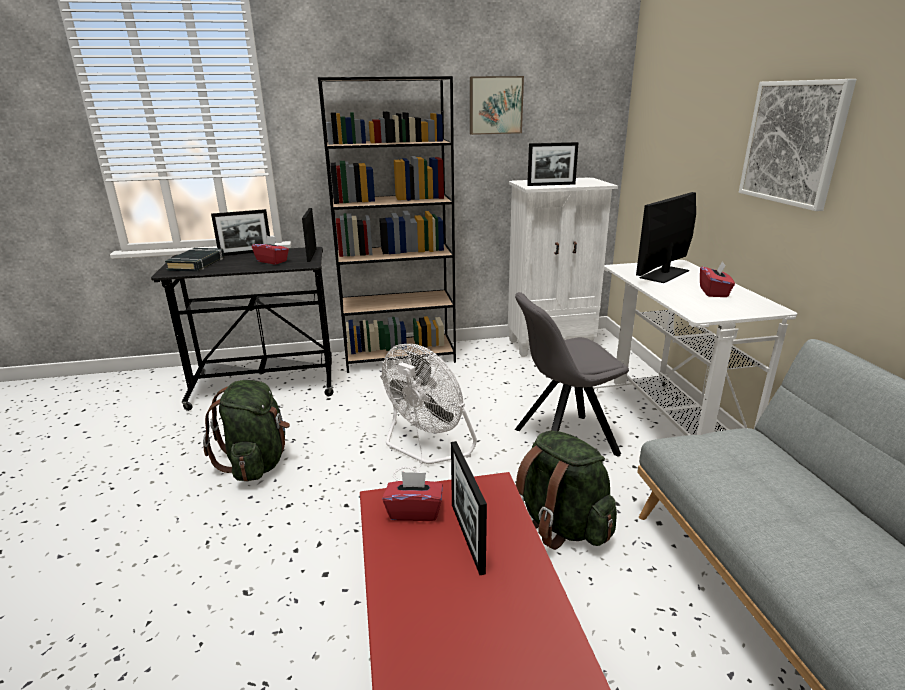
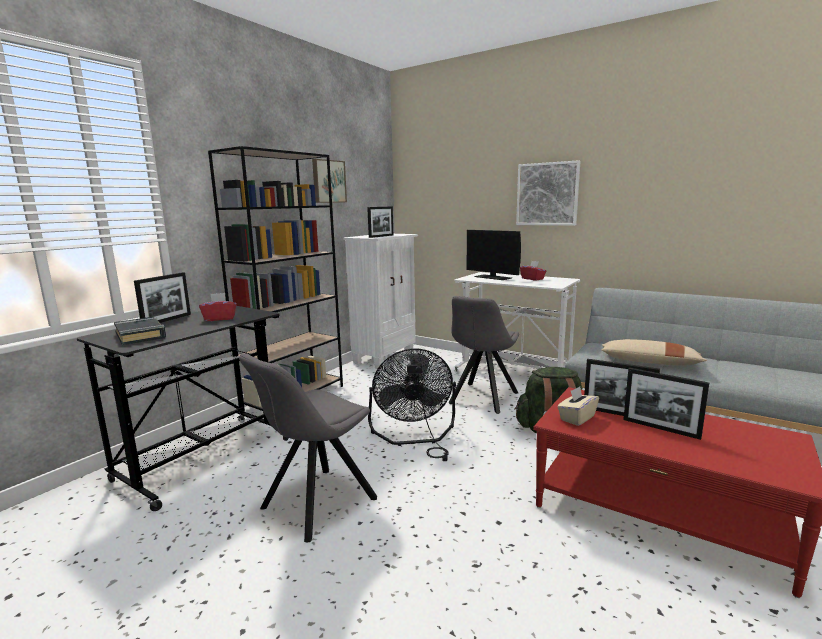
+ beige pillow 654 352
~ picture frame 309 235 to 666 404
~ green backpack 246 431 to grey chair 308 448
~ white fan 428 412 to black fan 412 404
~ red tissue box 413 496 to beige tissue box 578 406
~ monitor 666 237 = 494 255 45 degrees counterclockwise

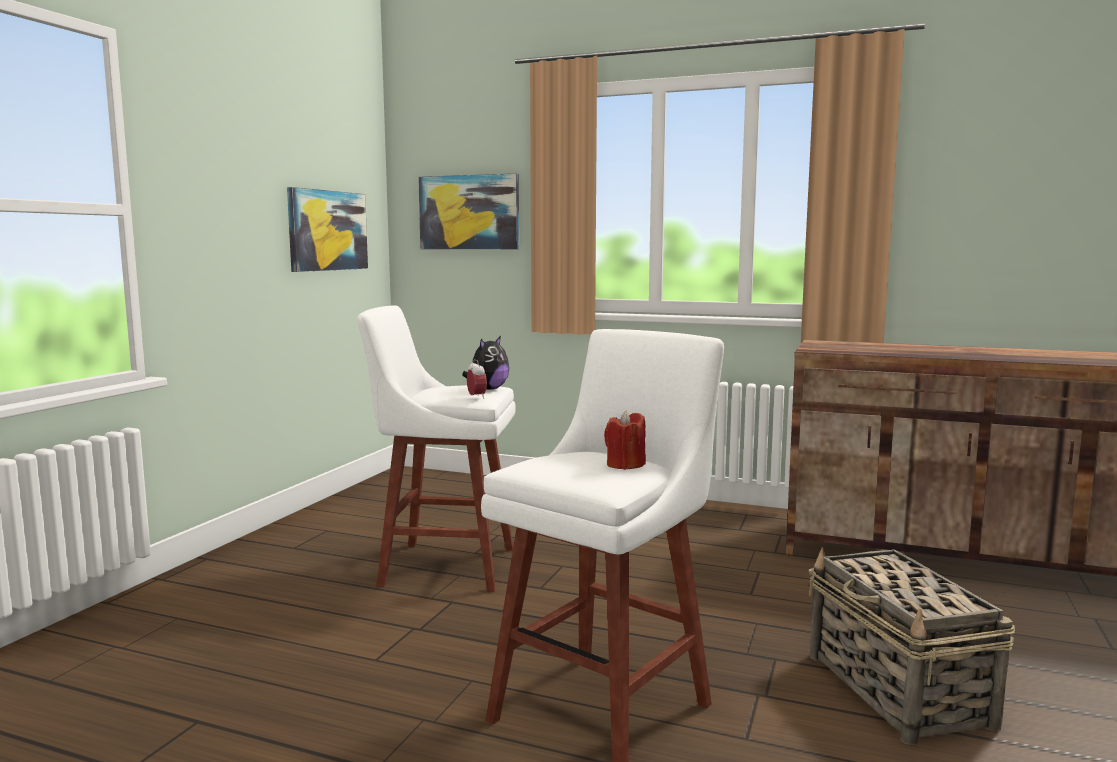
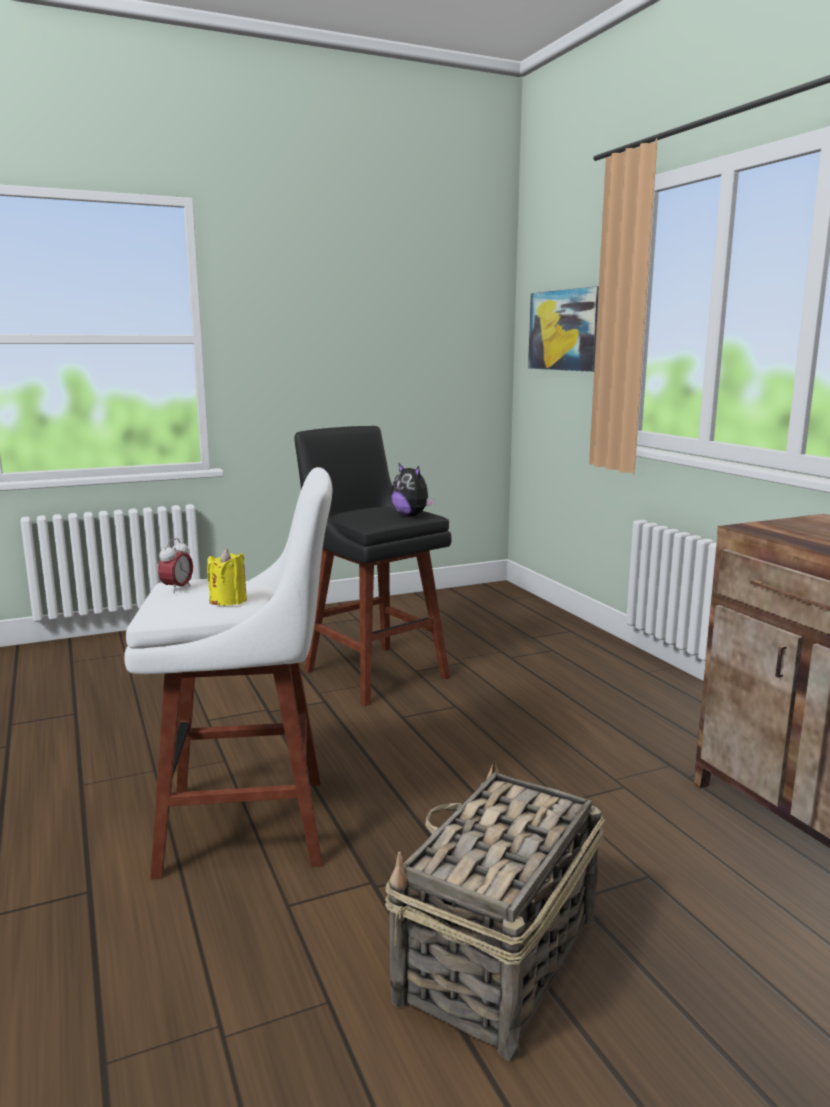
- picture 327 229
~ alarm clock 477 379 to 175 565
~ white stool 436 448 to black stool 373 566
~ red candle 625 440 to yellow candle 227 577
~ plush toy 485 363 = 413 489 60 degrees clockwise

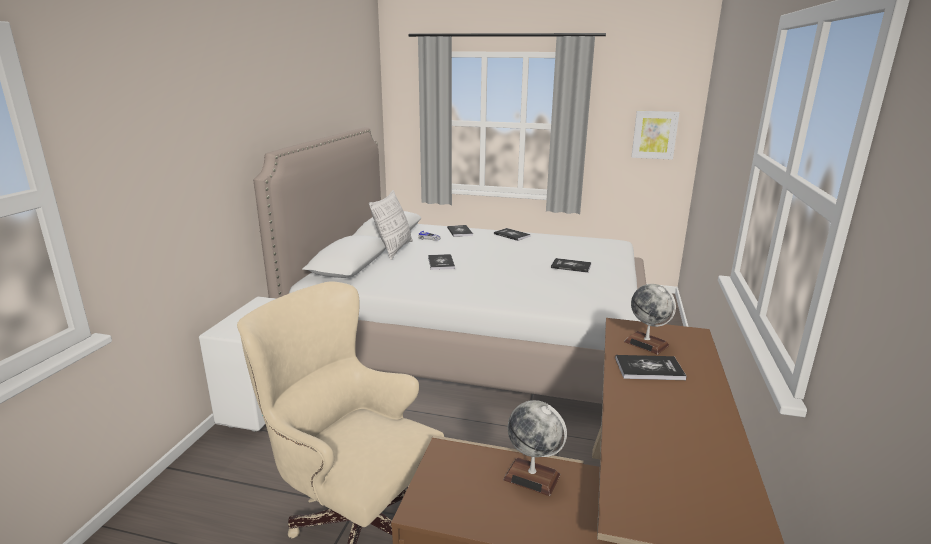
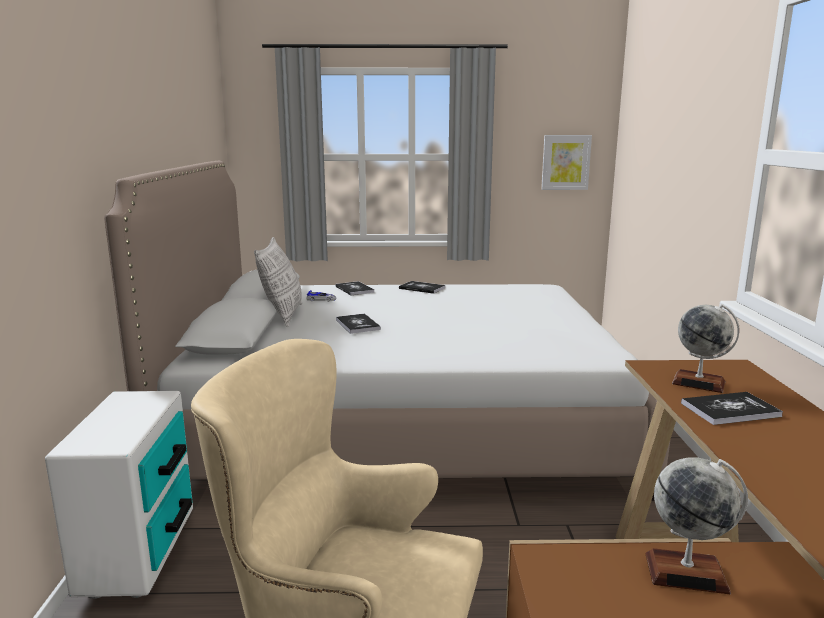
- book 571 265

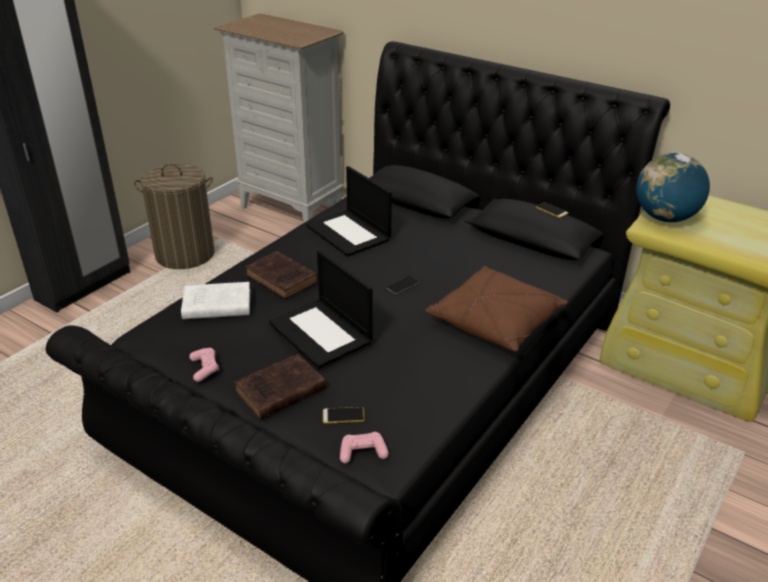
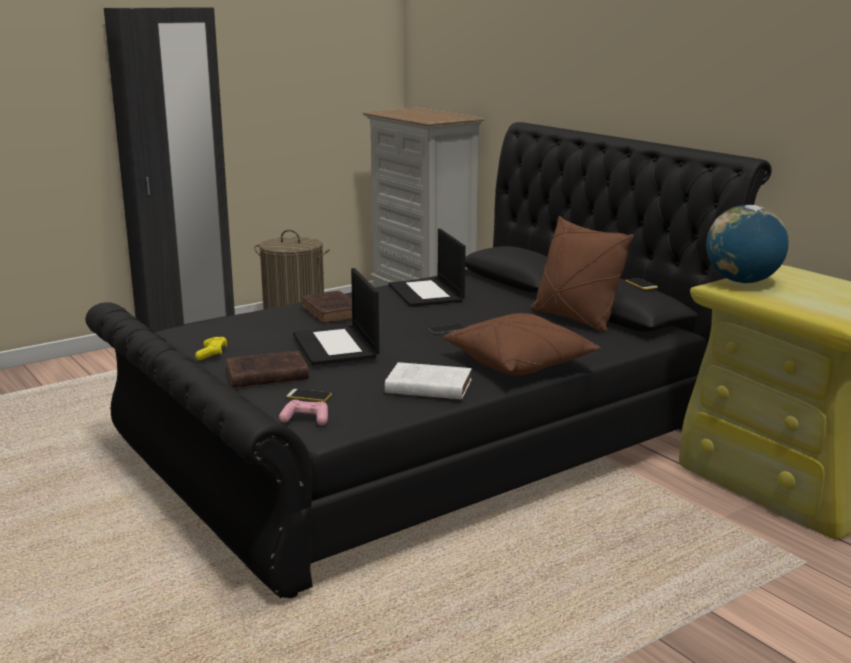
+ brown pillow 582 274
~ white book 215 300 to 428 380
~ pink game controller 204 365 to yellow game controller 211 348

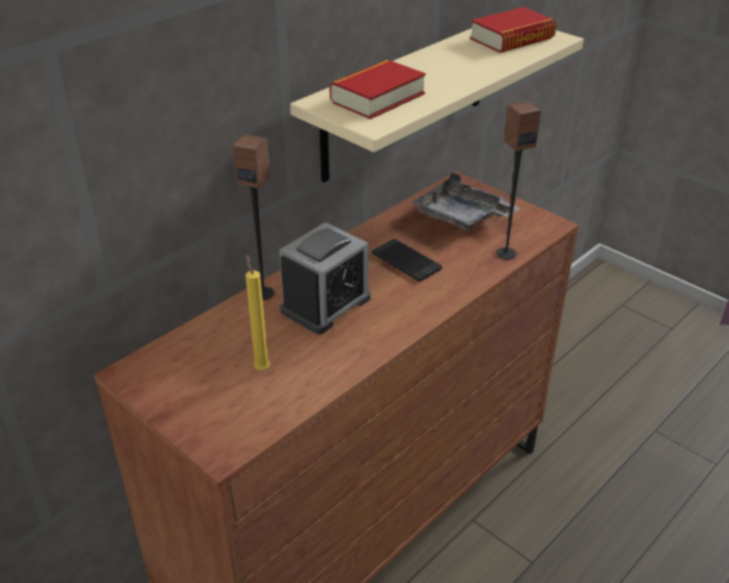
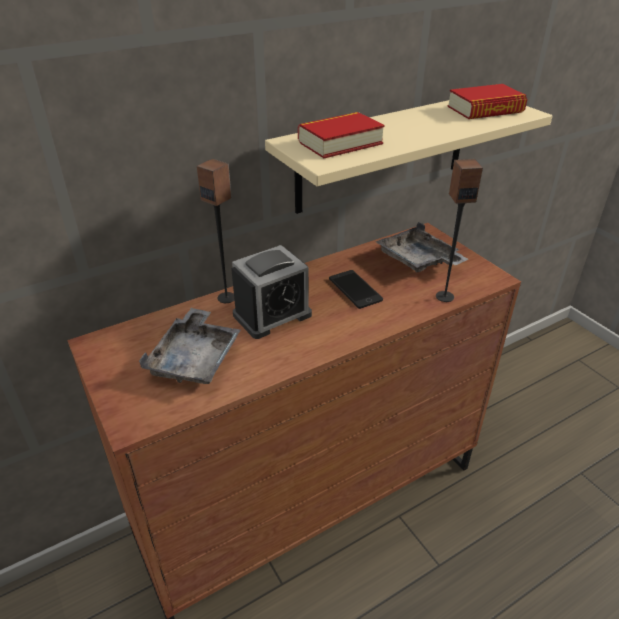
~ yellow candle 258 312 to grey tray 190 346

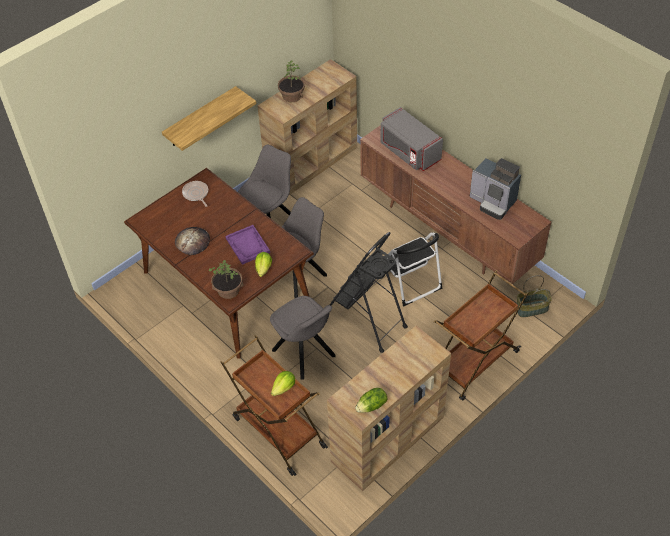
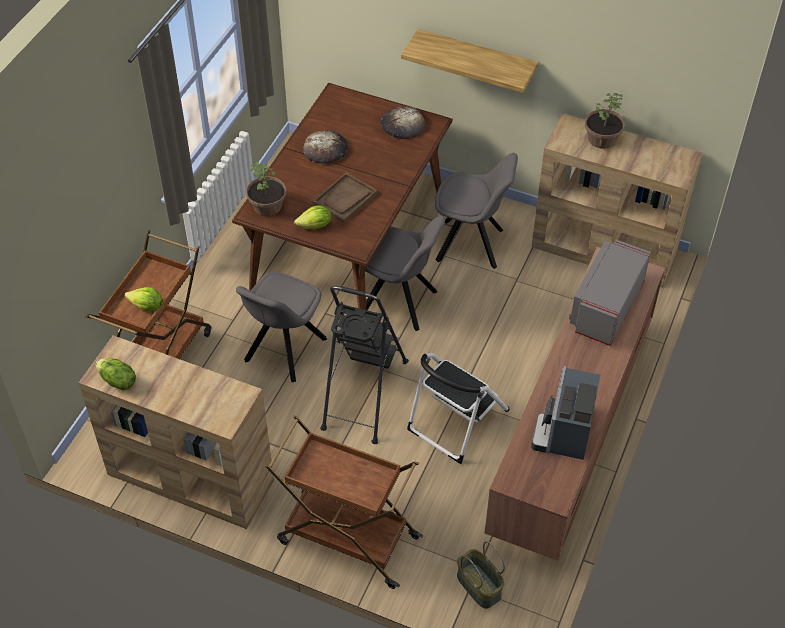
~ frying pan 195 194 to bread 403 122
~ purple tray 247 245 to brown tray 345 197

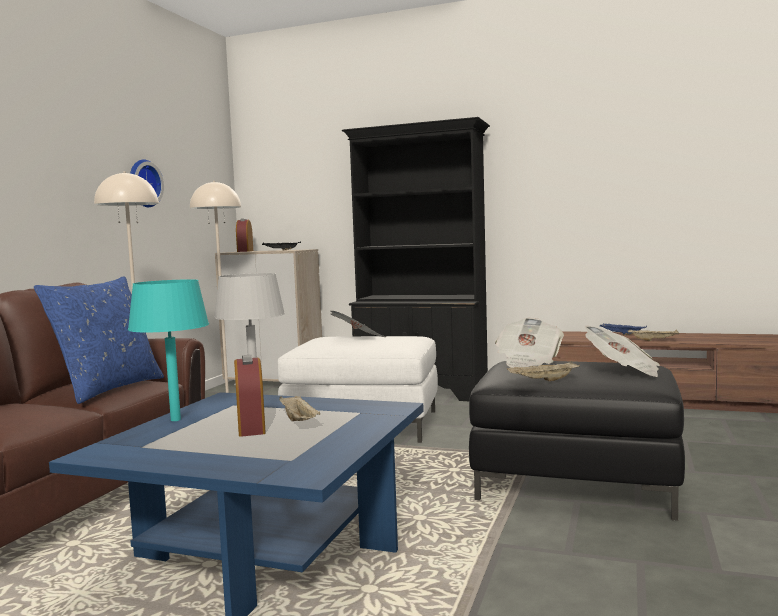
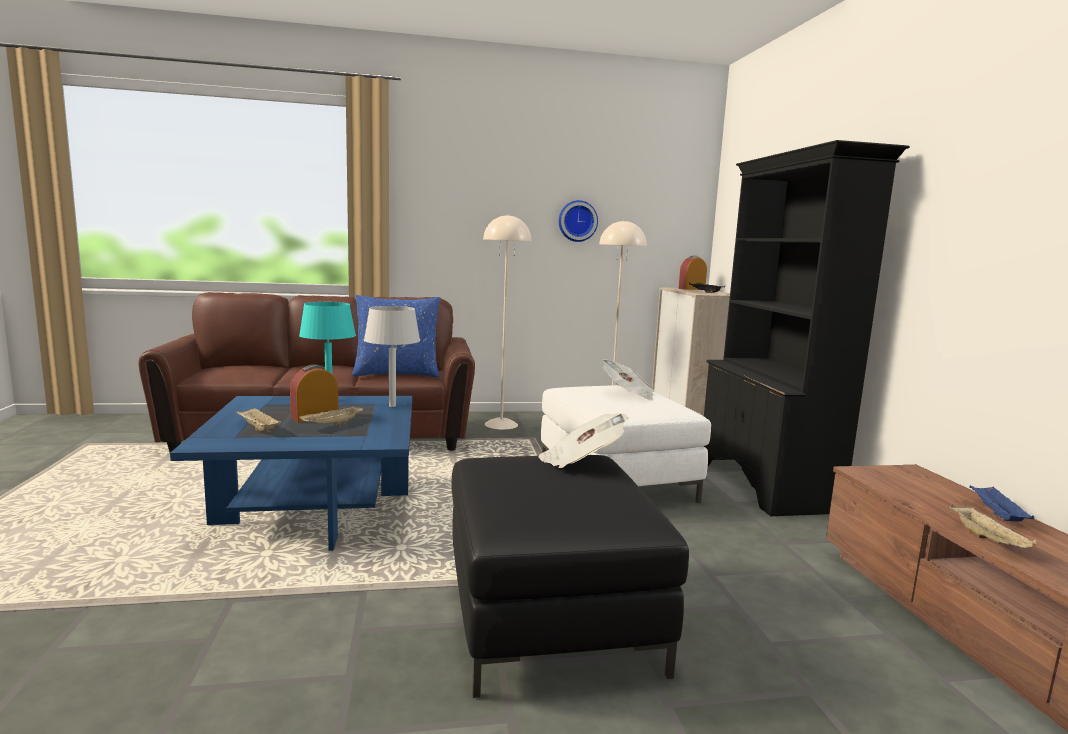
- newspaper 622 351
~ beige tray 543 371 to 258 419

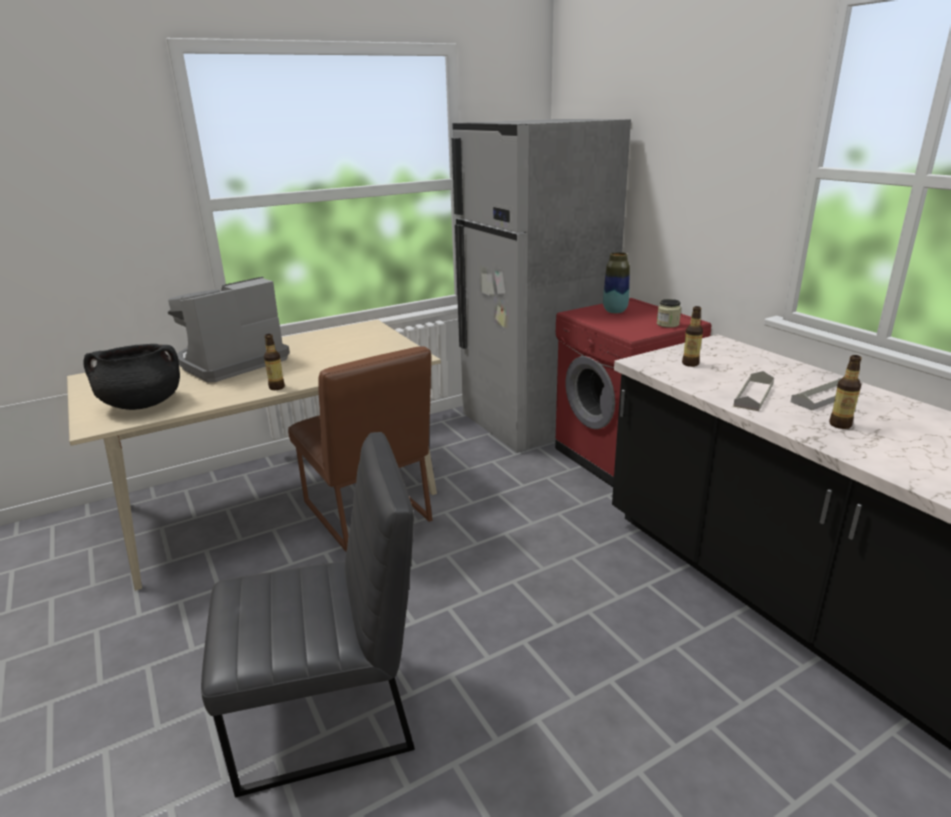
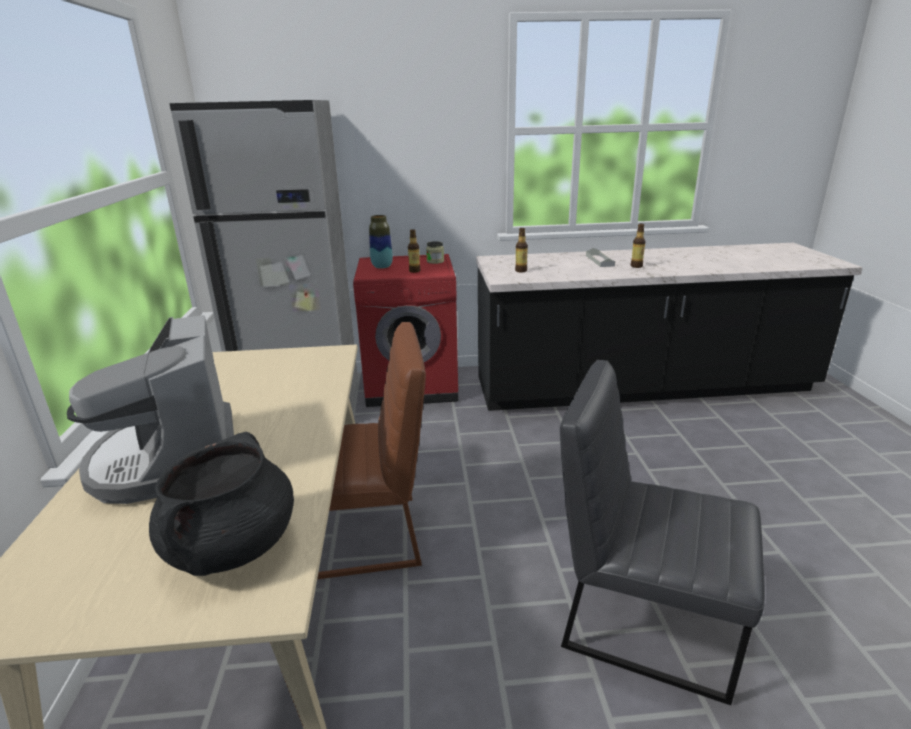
- grey tray 753 391
~ bottle 274 362 to 414 251
~ grey chair 308 615 = 662 532 75 degrees counterclockwise

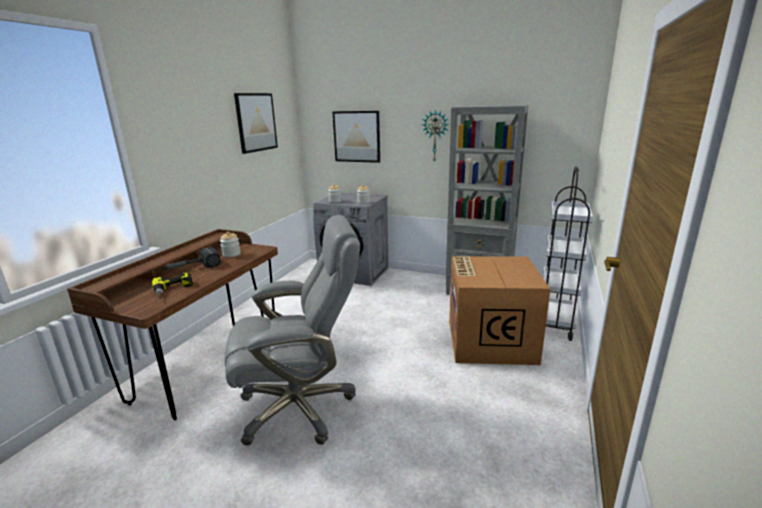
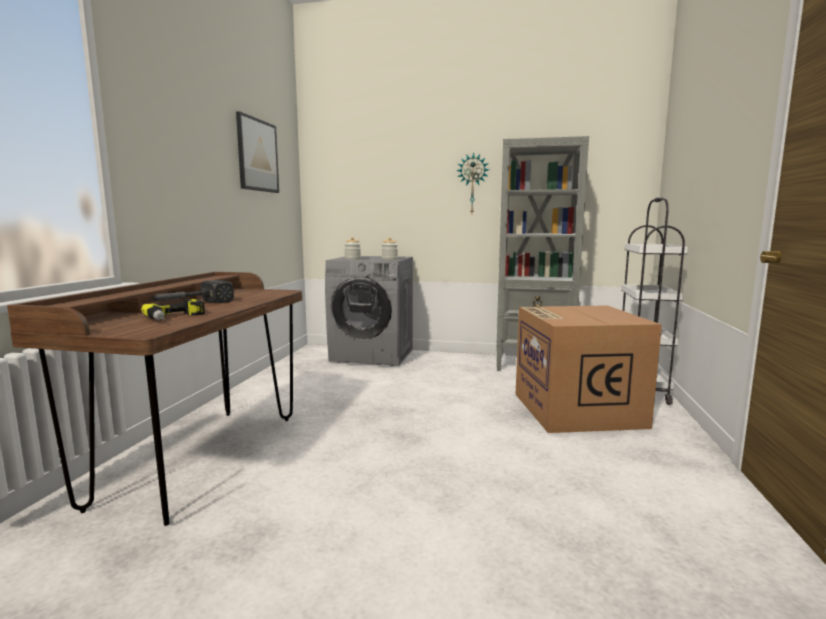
- jar 230 244
- grey office chair 292 330
- picture 356 137

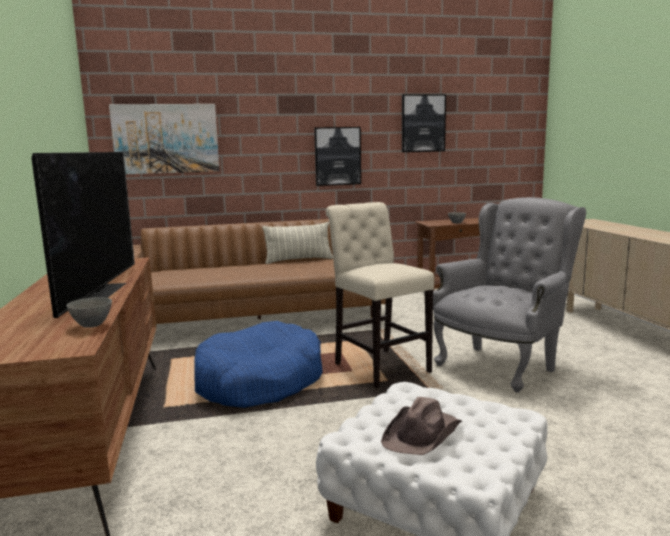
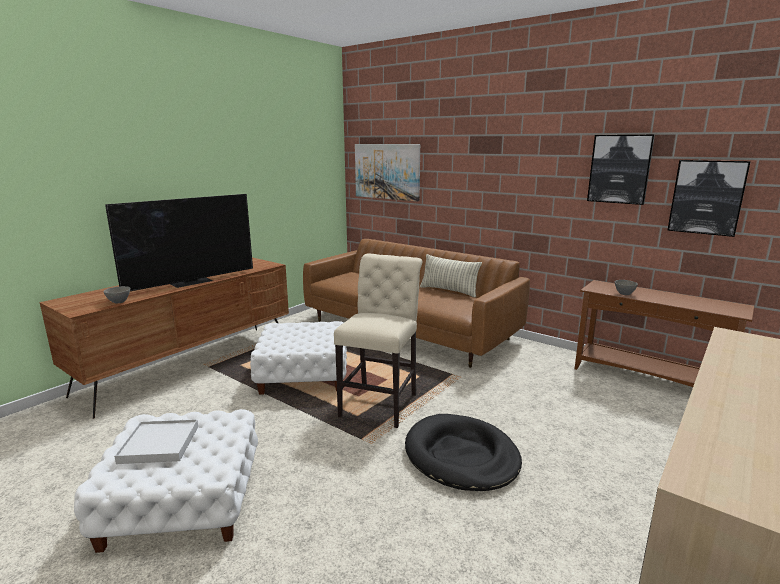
~ picture 337 156 to 709 198
~ blue dog bed 258 364 to white ottoman 298 358
~ brown hat 421 426 to white tray 156 441
~ grey armchair 509 295 to black dog bed 463 452

